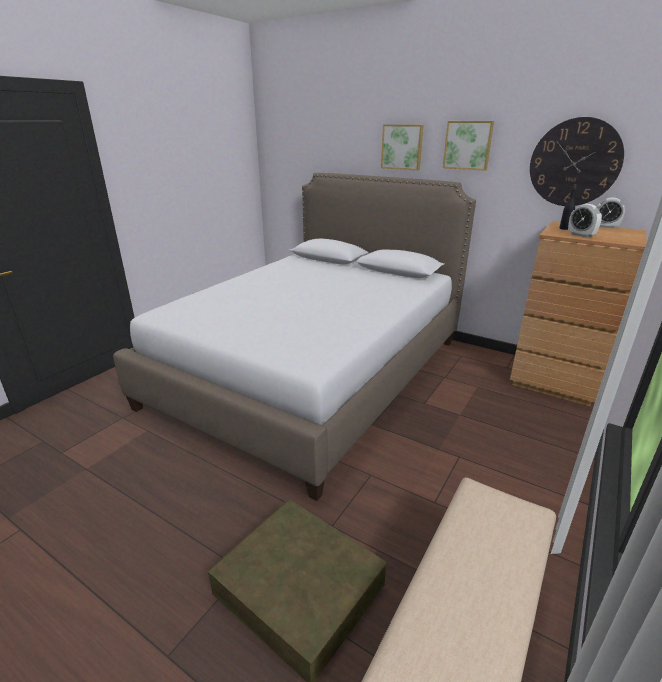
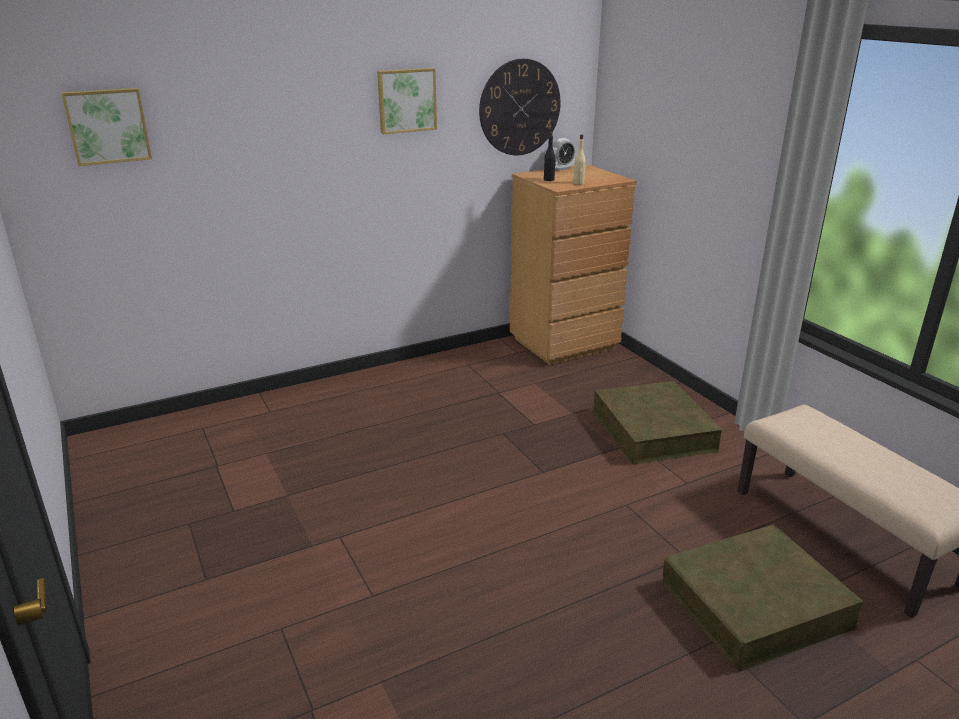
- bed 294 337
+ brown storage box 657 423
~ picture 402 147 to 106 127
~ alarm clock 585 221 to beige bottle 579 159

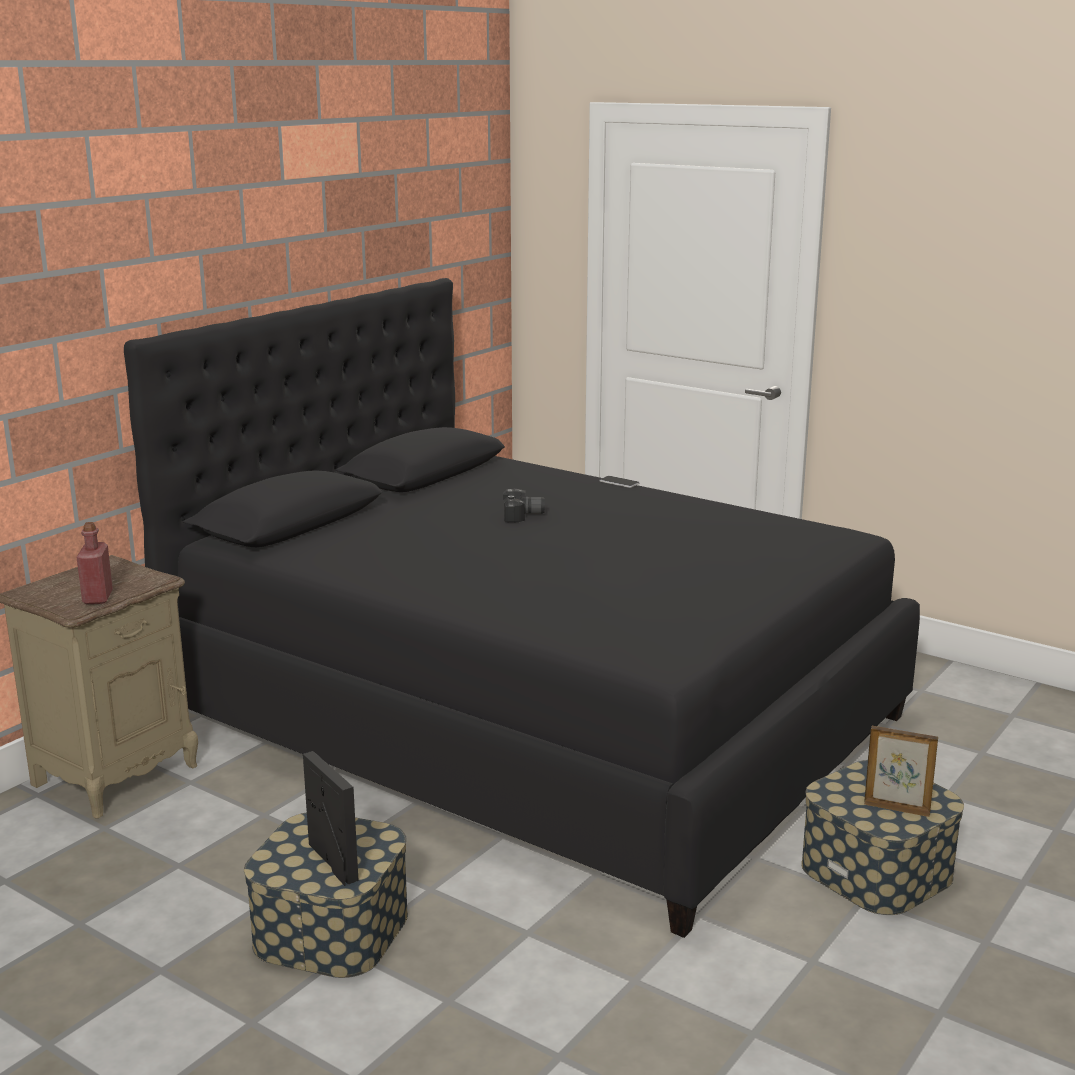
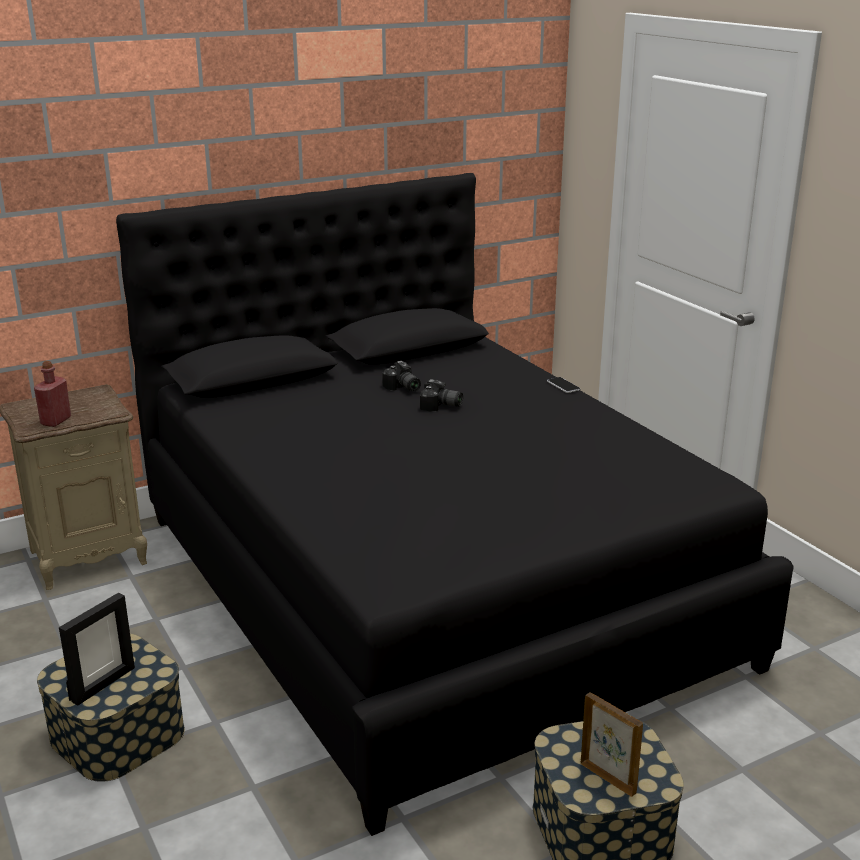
+ photo camera 401 376
~ picture frame 331 818 = 97 649 45 degrees clockwise

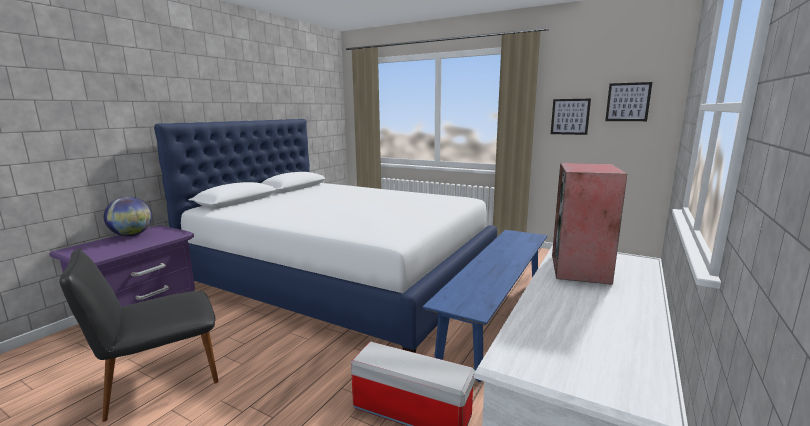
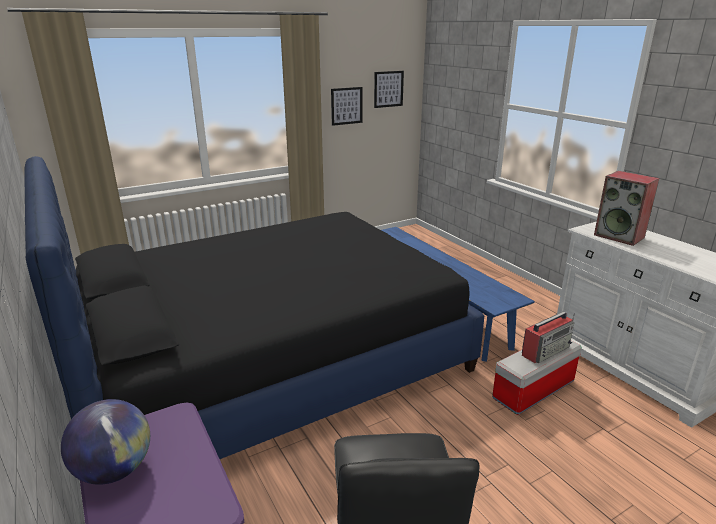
+ radio 548 337
~ white bed 325 236 to black bed 254 307

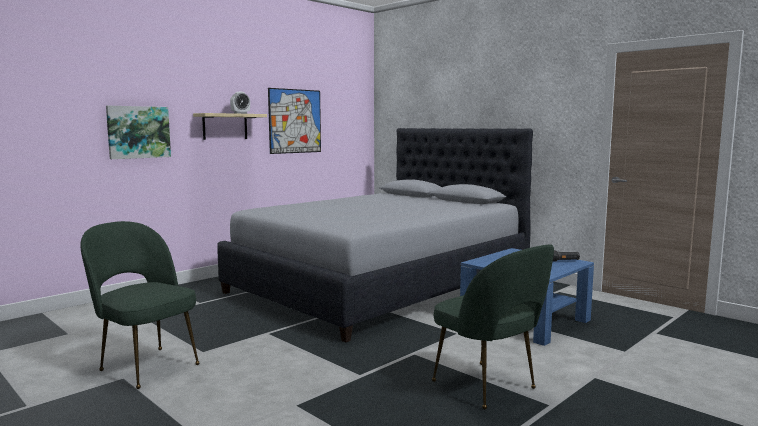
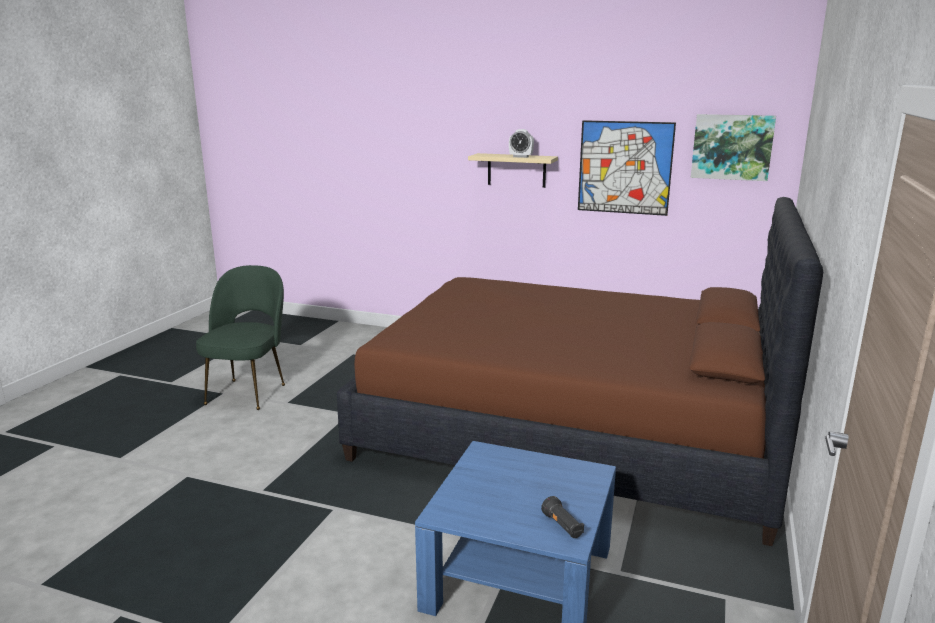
- green chair 493 326
~ picture 138 132 to 733 147
~ grey bed 375 235 to brown bed 580 371

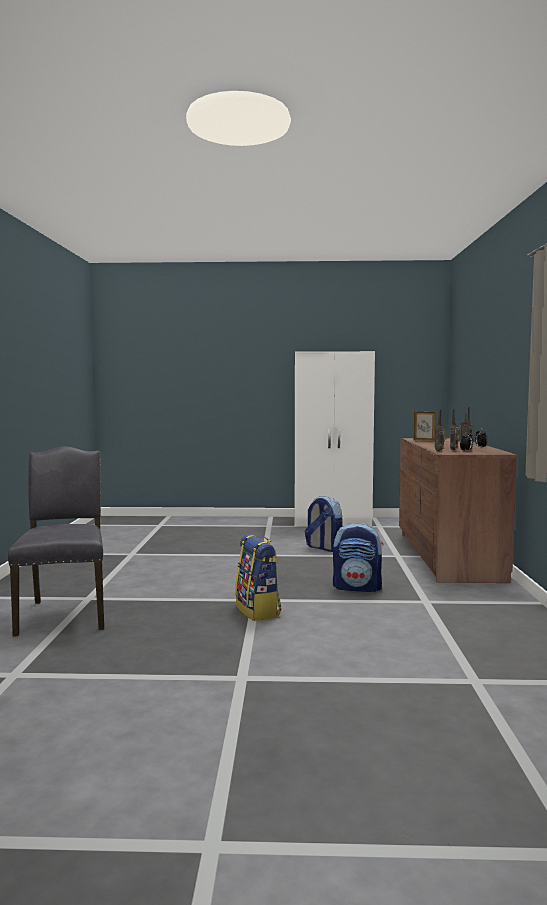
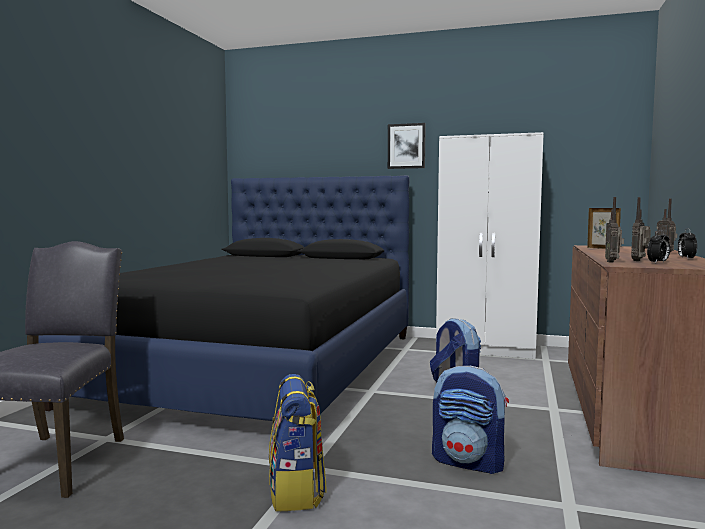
+ black bed 223 298
+ picture 407 146

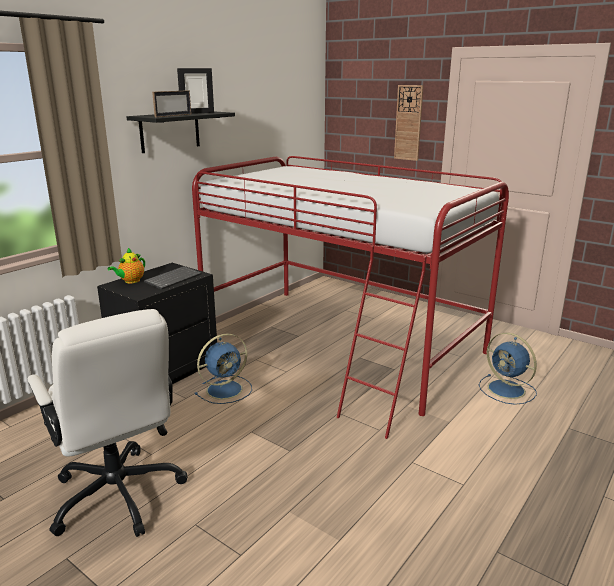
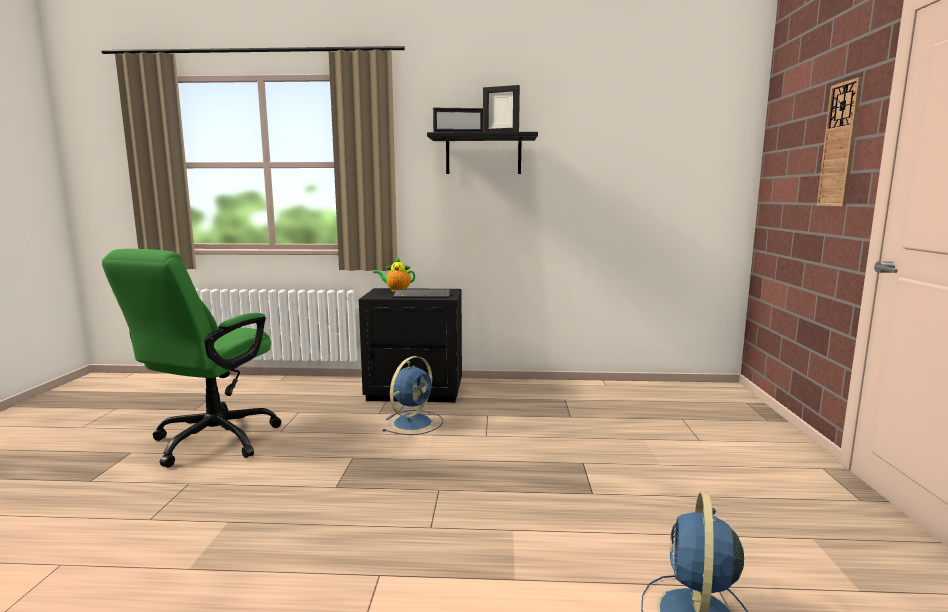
- red bed 350 297
~ white office chair 108 423 to green office chair 192 358
~ blue fan 223 368 = 413 395 75 degrees counterclockwise

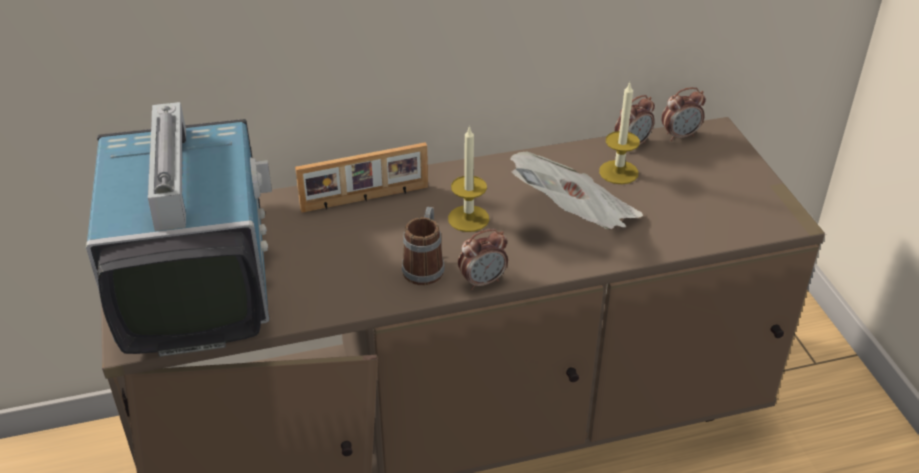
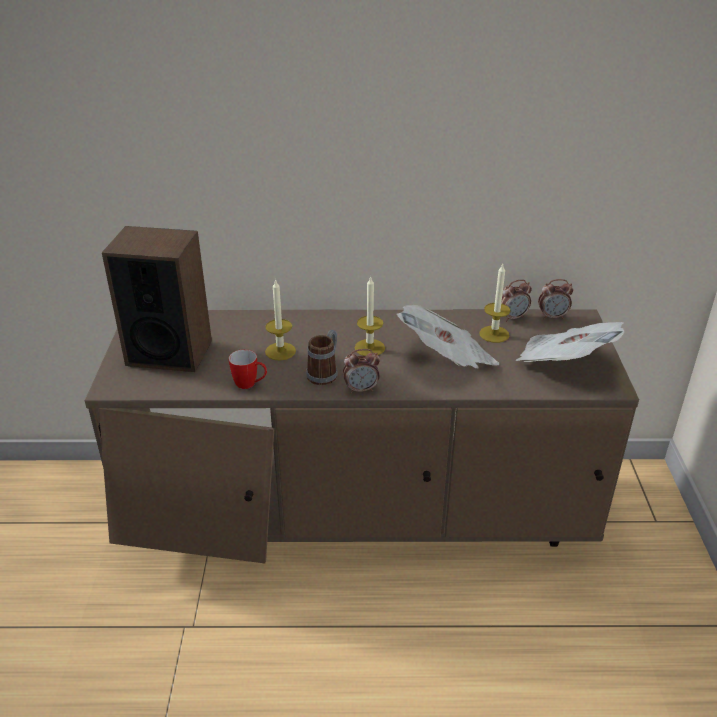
- picture frame 361 177
+ mug 247 369
+ candle 280 320
+ newspaper 570 342
~ television 179 229 to speaker 157 299

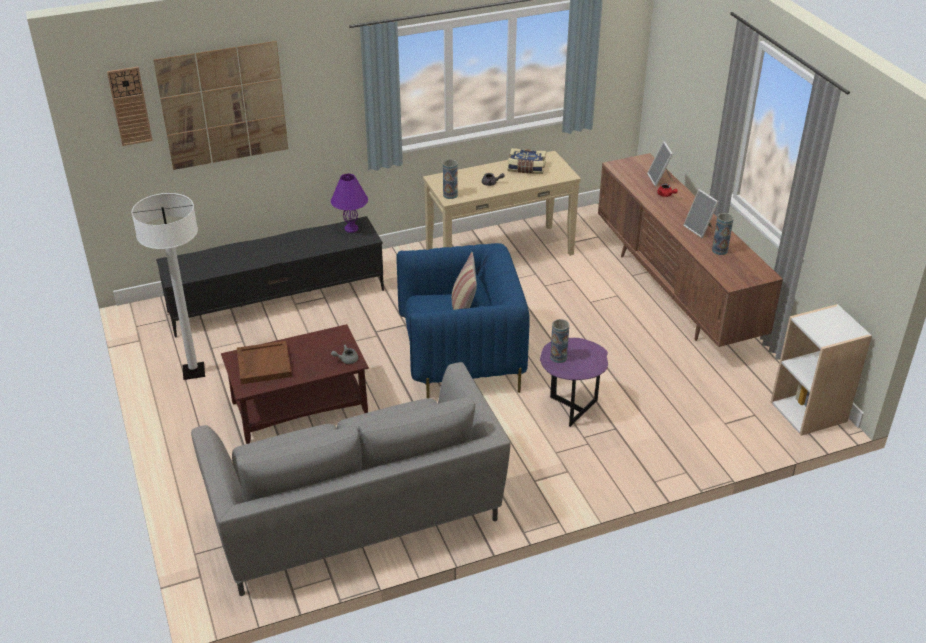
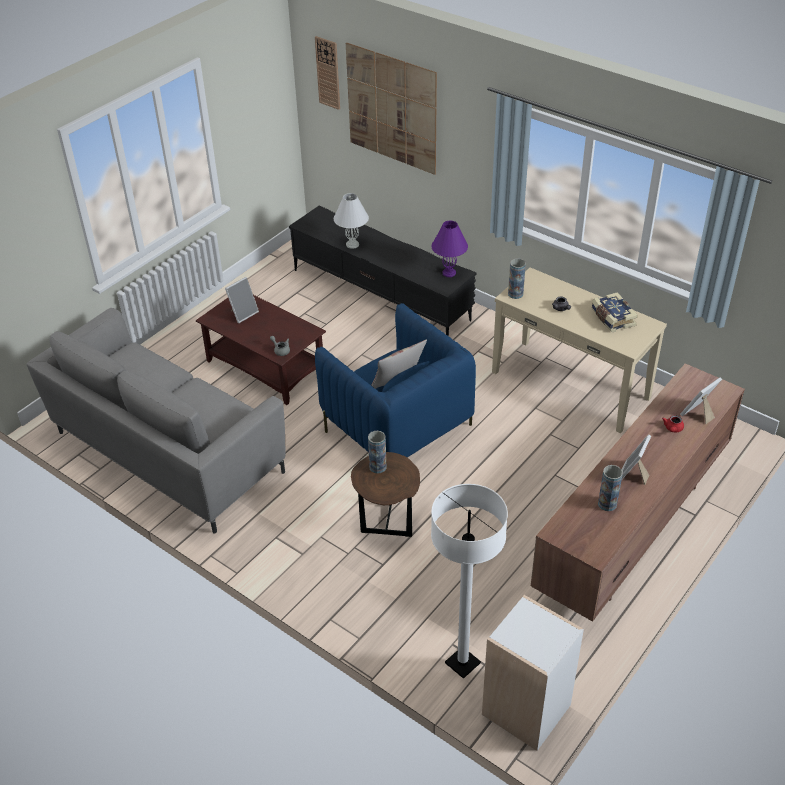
+ white table lamp 351 221
~ white floor lamp 168 286 to 469 581
~ brown tray 264 362 to picture frame 242 300
~ purple side table 574 382 to brown side table 385 494

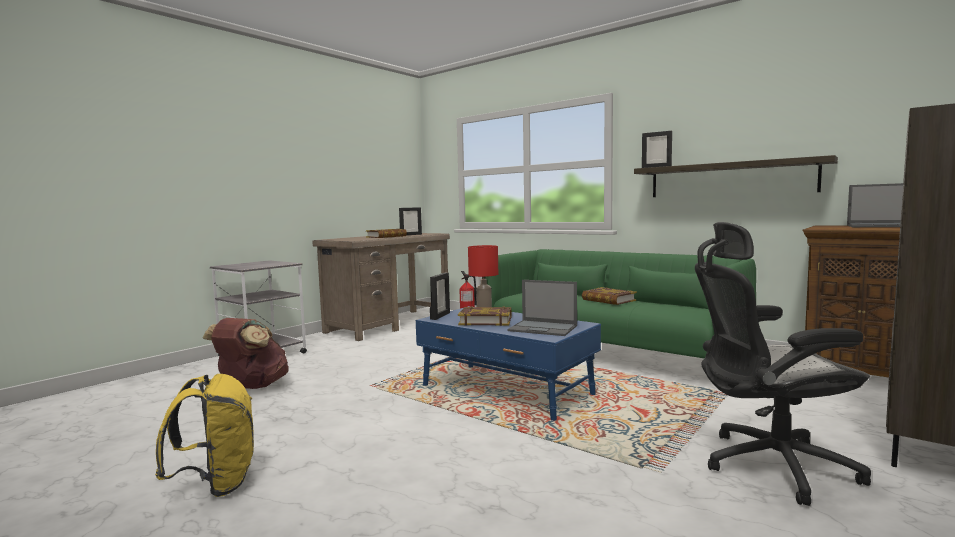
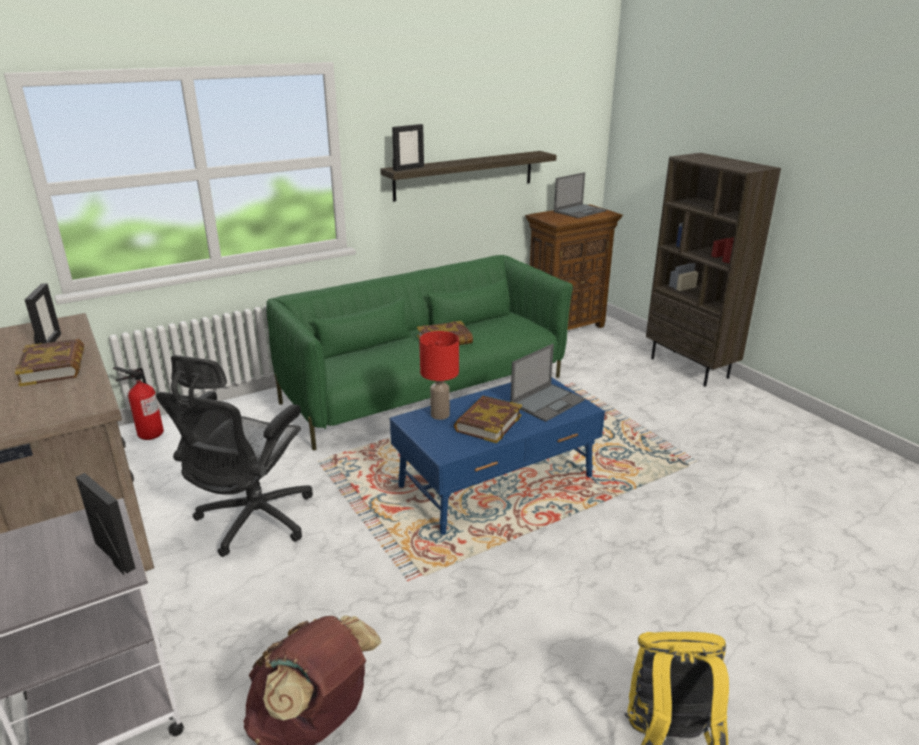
~ picture frame 440 296 to 106 524
~ office chair 783 364 to 234 456

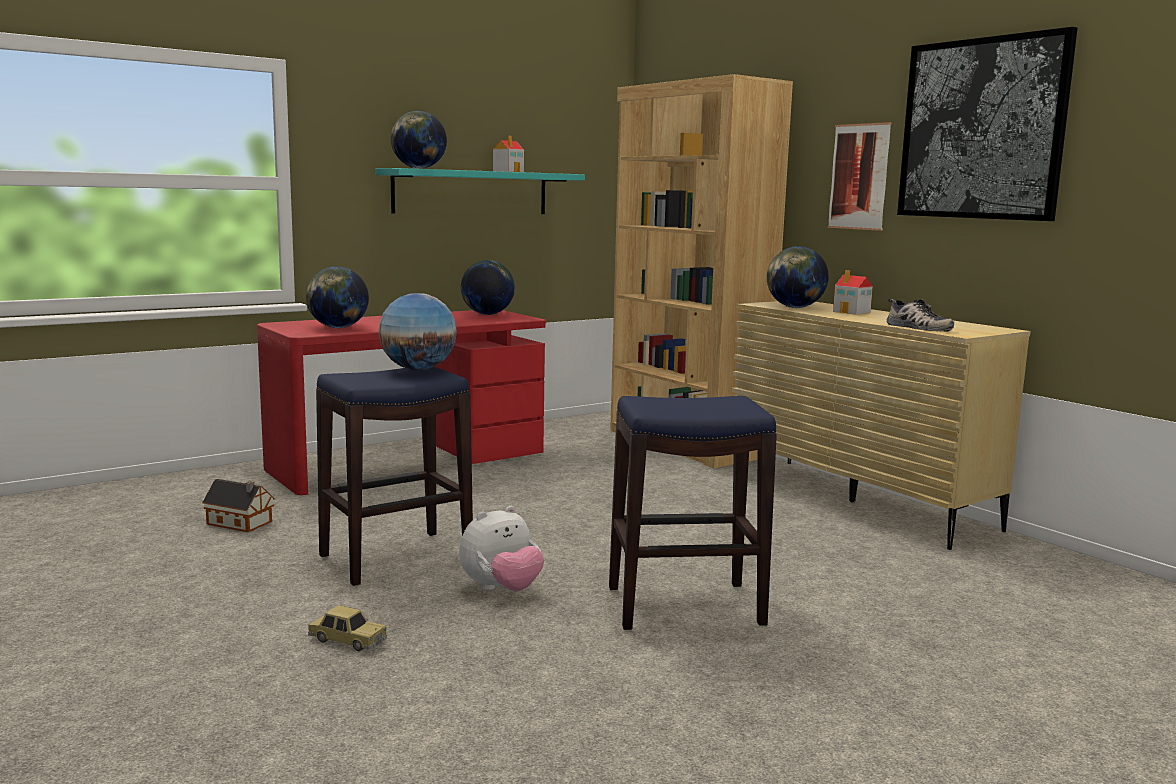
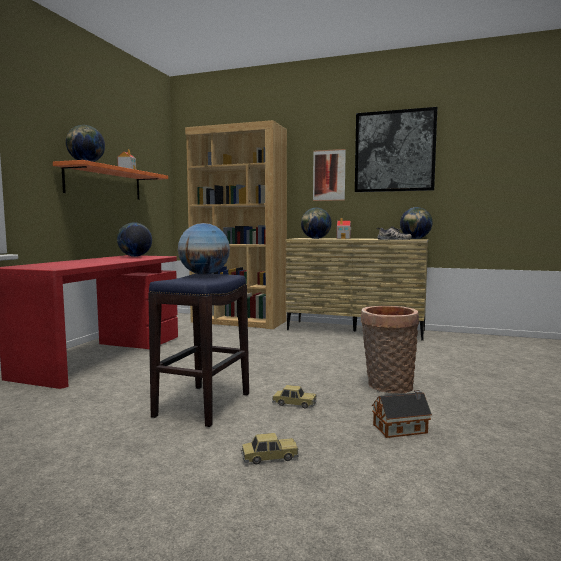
~ toy house 238 505 to 402 414
~ globe 337 297 to 416 223
~ plush toy 501 548 to toy car 294 397
~ stool 693 513 to basket 390 350
~ turquoise shelf 480 191 to orange shelf 110 180

